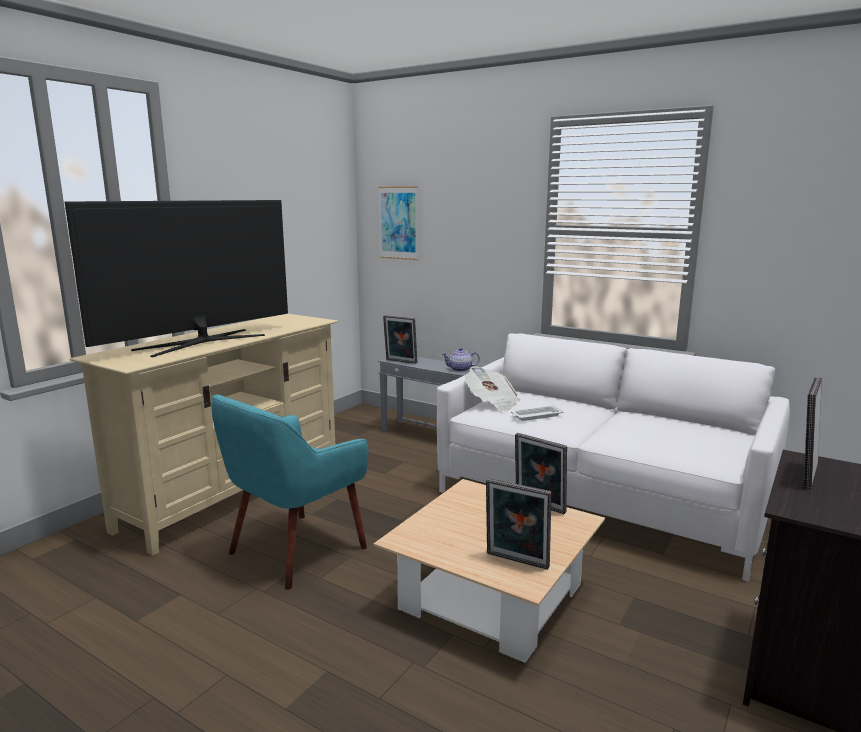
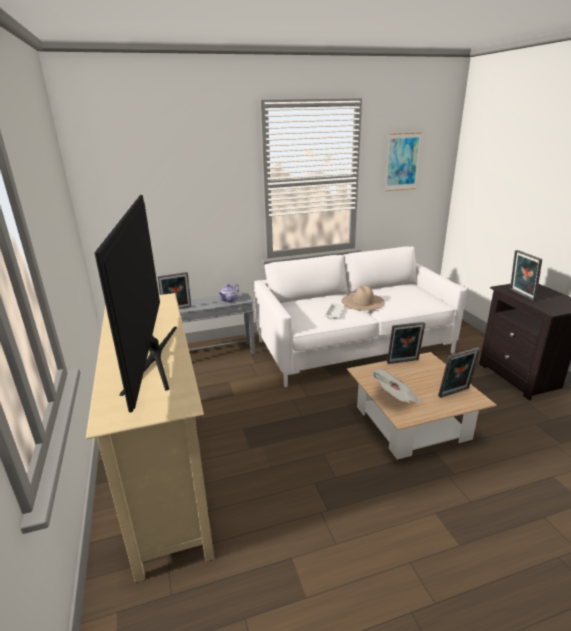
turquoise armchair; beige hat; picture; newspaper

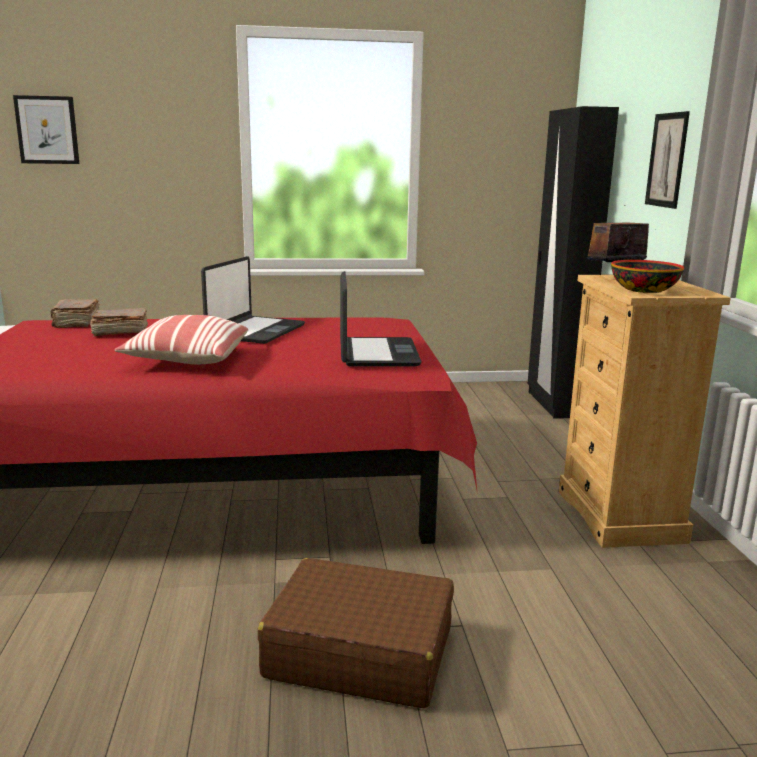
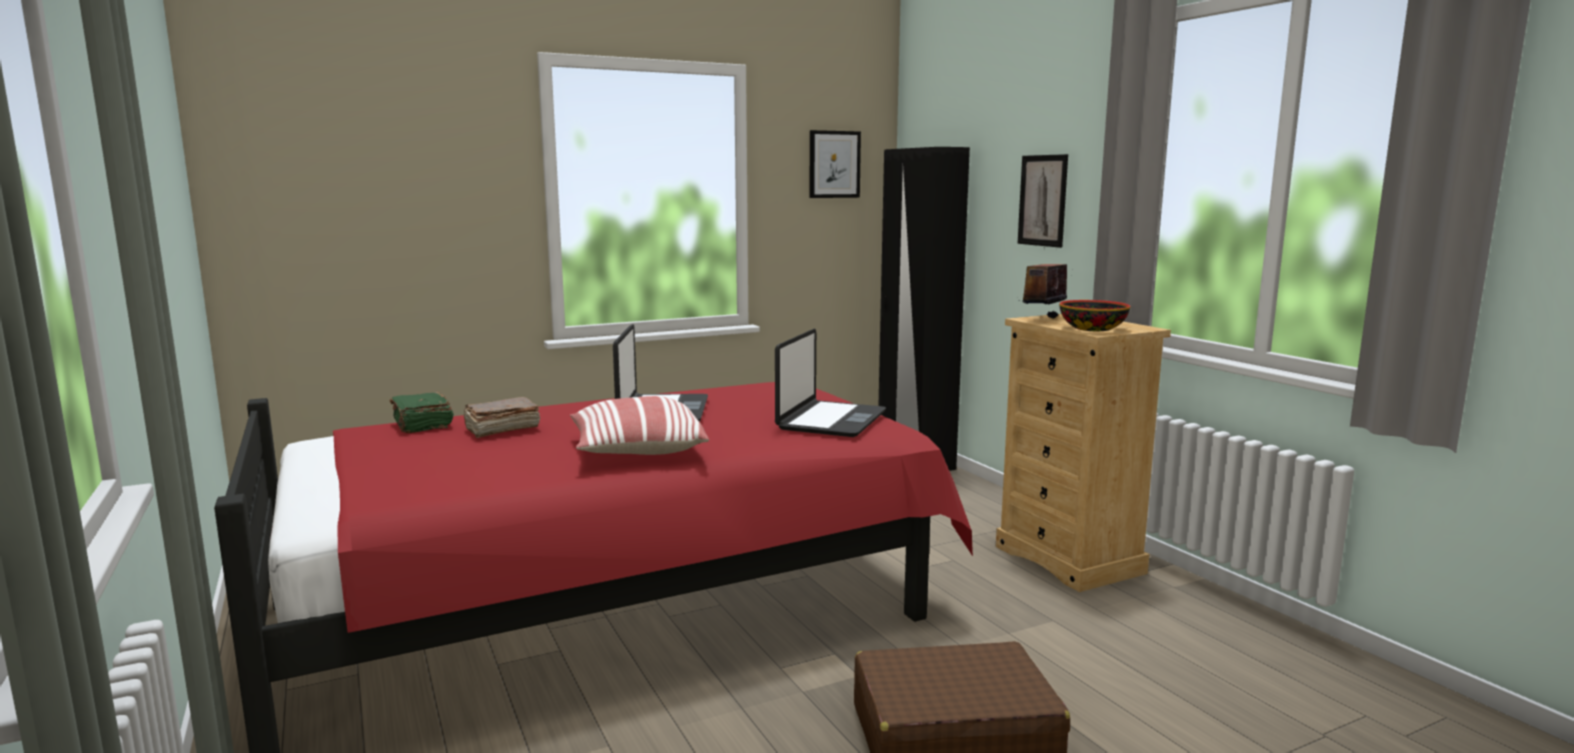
picture (1st from left); green book; laptop (2nd from left)

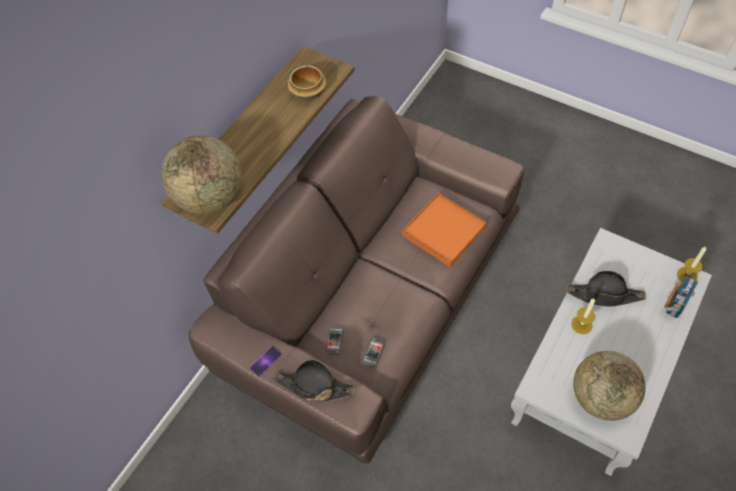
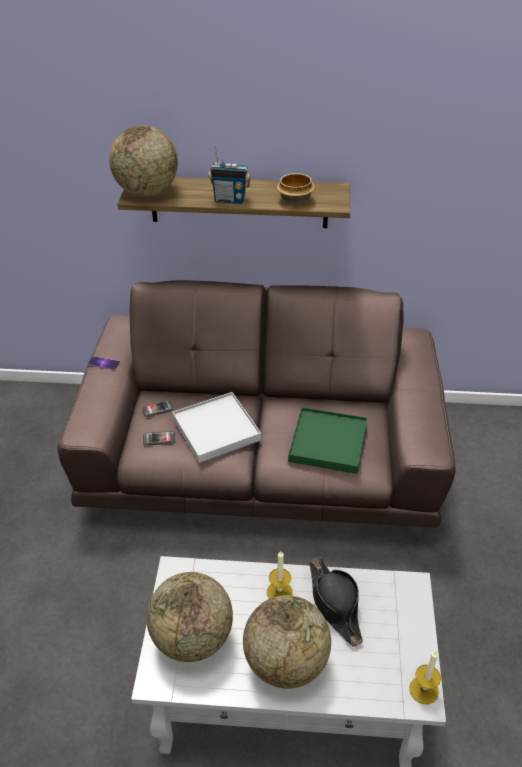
black hat (1st from left in the first image); white tray; globe (3rd from left); radio; green tray

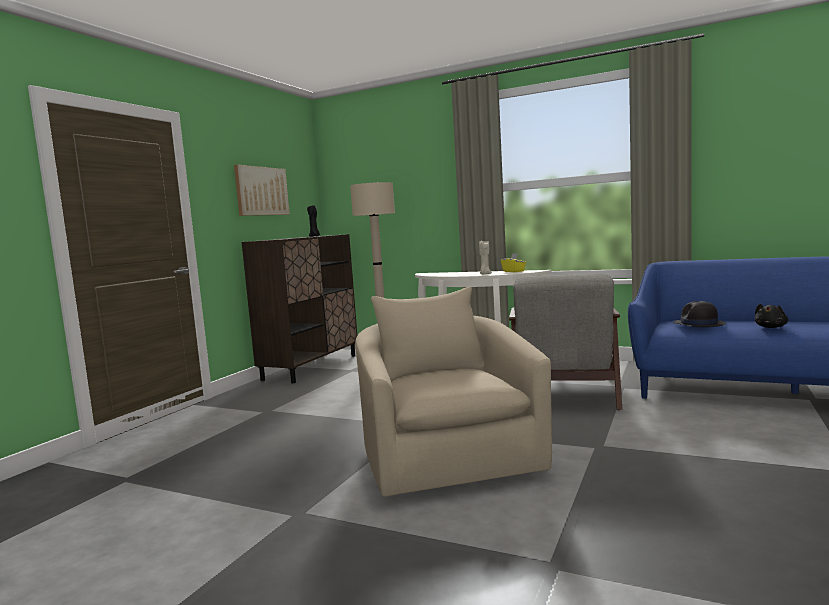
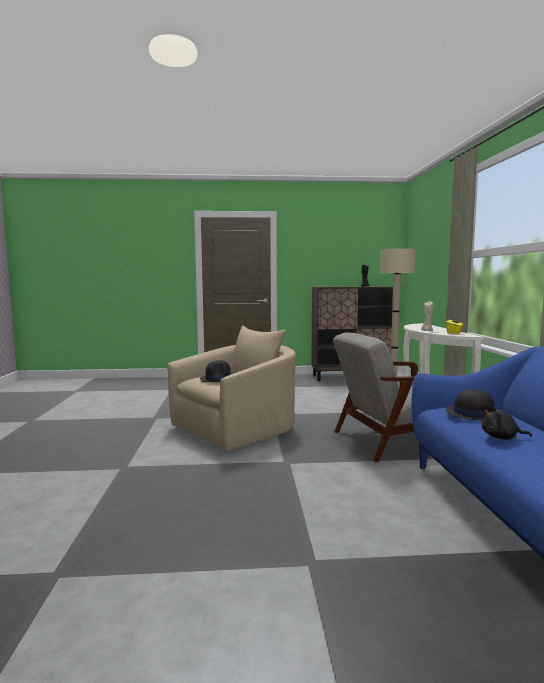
picture; black hat (1st from left)

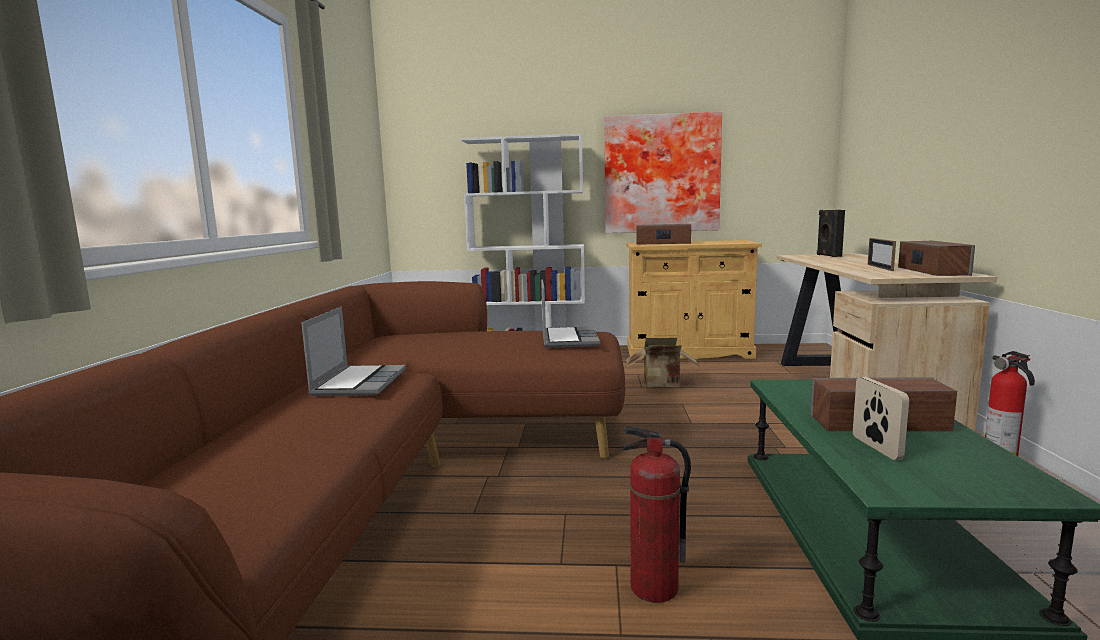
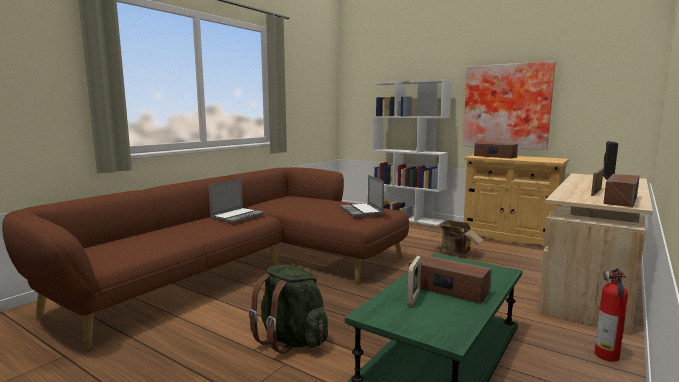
green backpack; laptop (2nd from left)

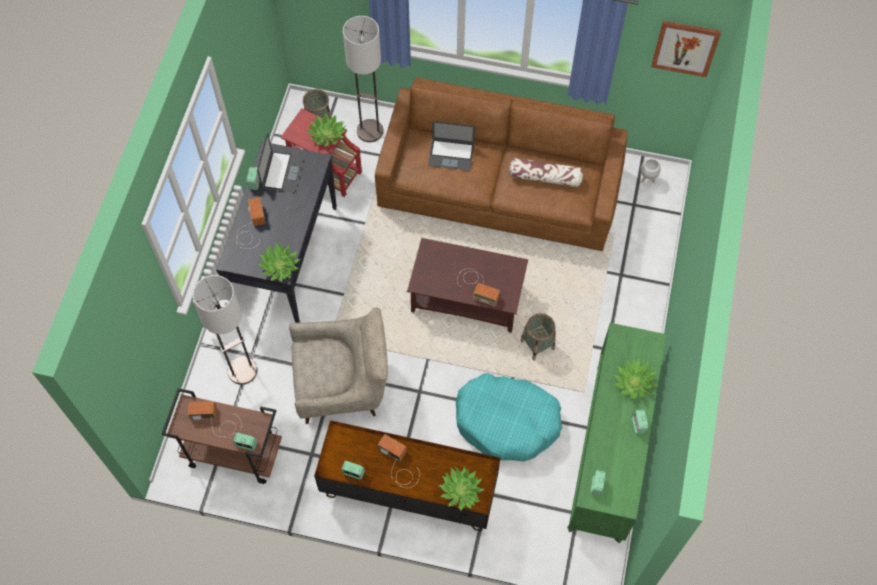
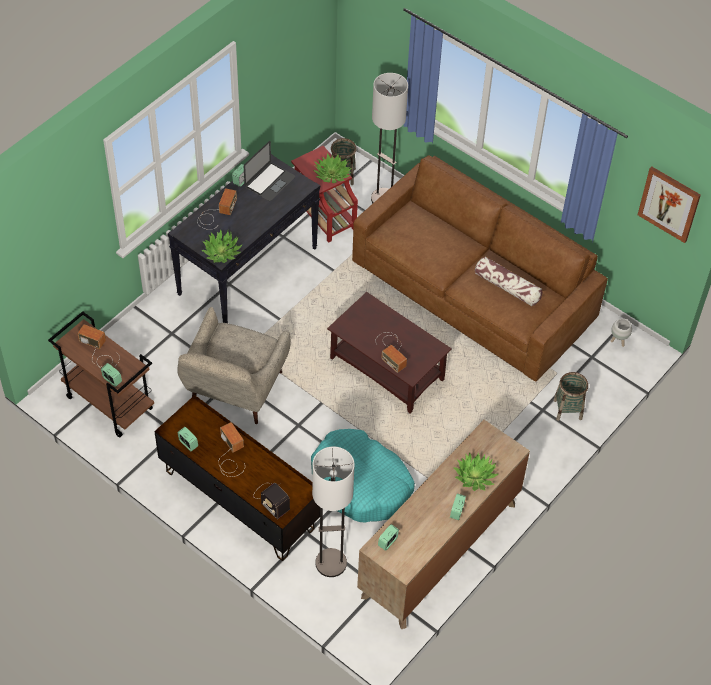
laptop (2nd from left in the first image); floor lamp (1st from left); basket (2nd from left); radio (4th from left); brown dresser; beige armchair

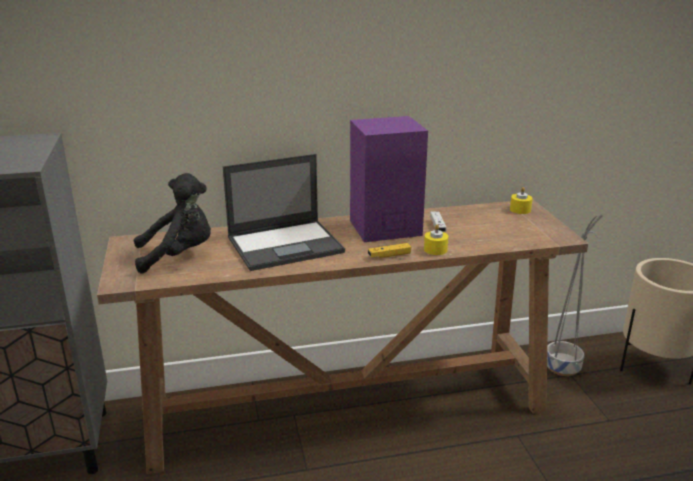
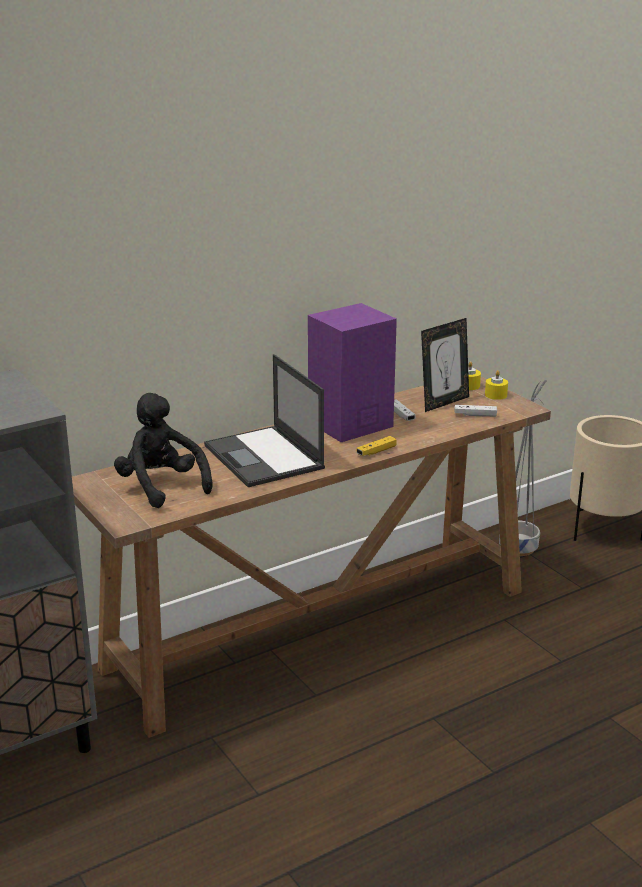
picture frame; white game controller (2nd from left); yellow candle (2nd from left); black plush toy; laptop

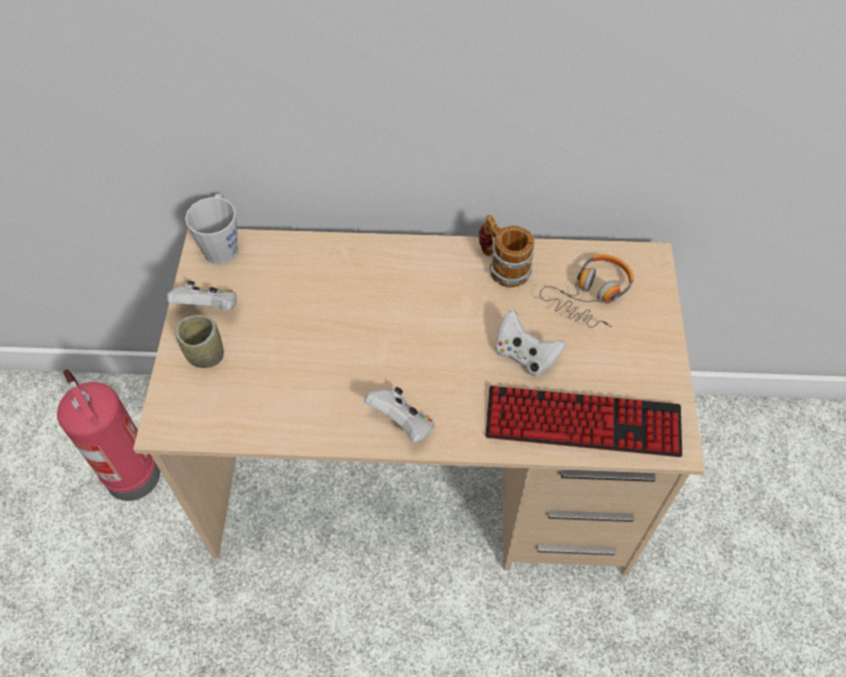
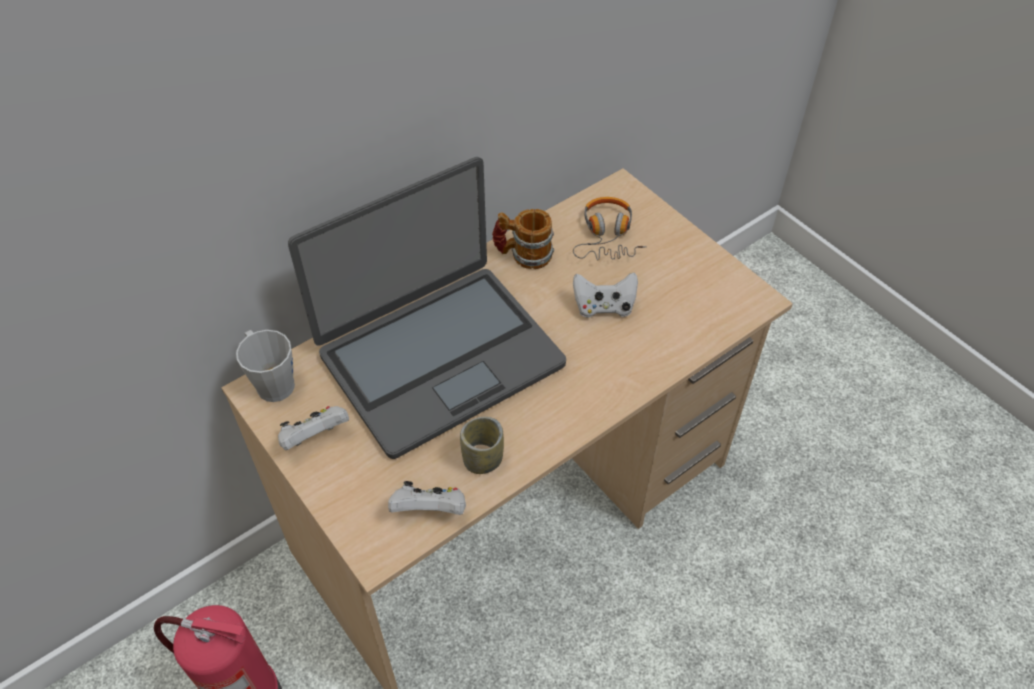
keyboard; laptop; cup; white game controller (2nd from left)

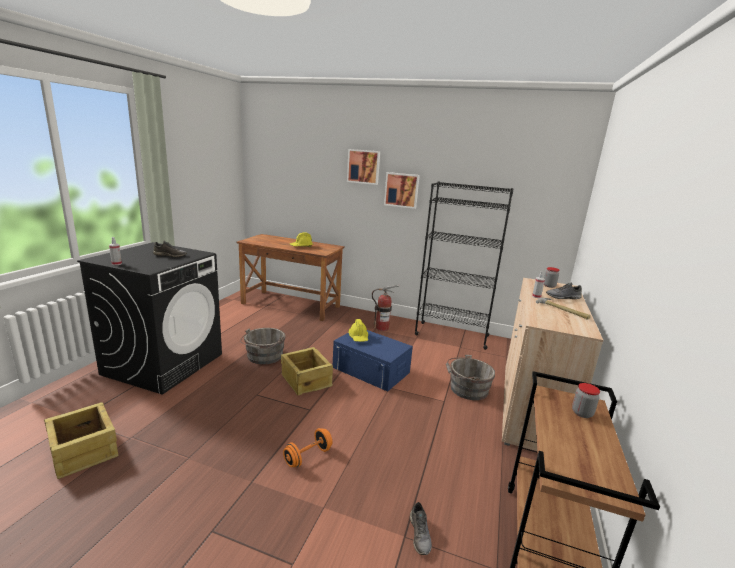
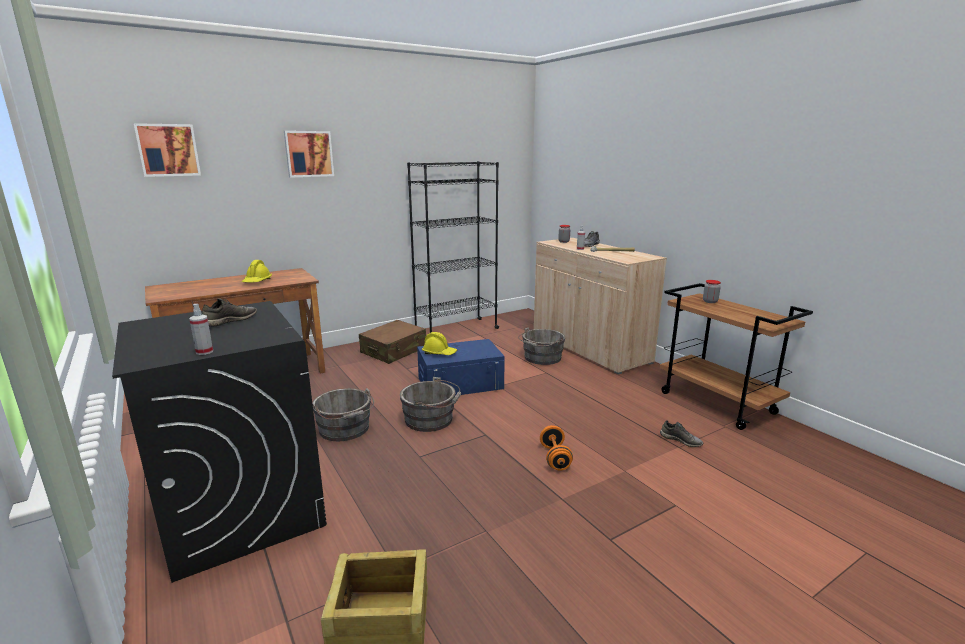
picture (1st from left); grey bucket (2nd from left); brown suitcase

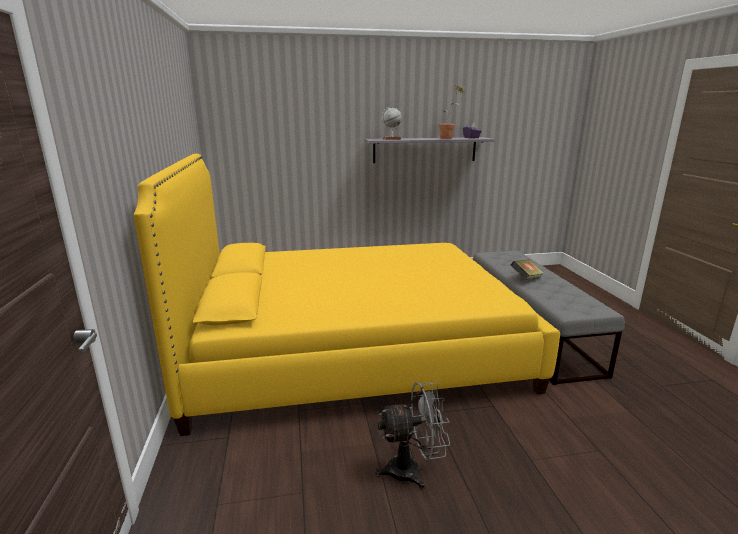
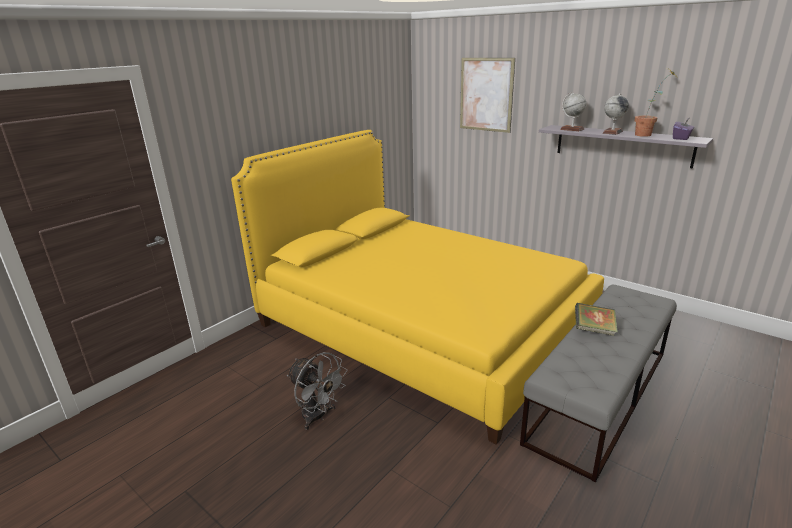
picture; globe (2nd from left)

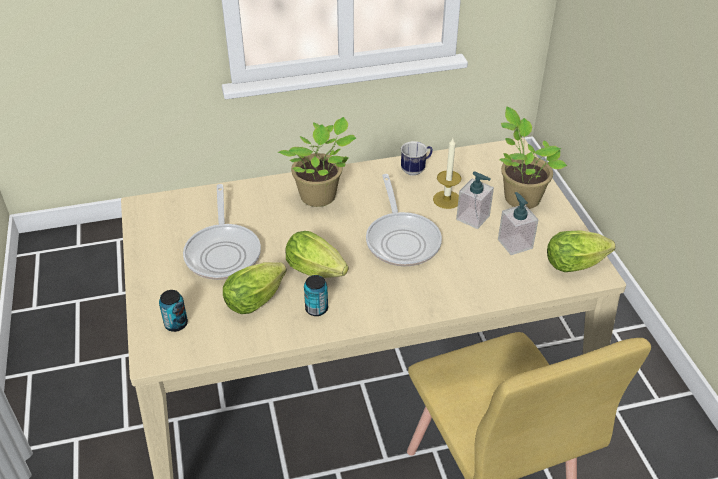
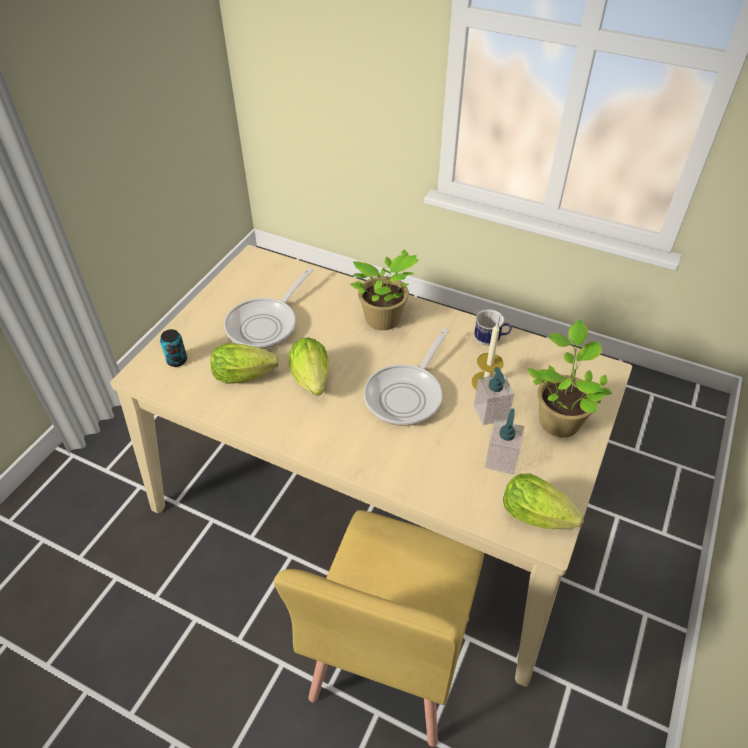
can (2nd from left in the first image)

